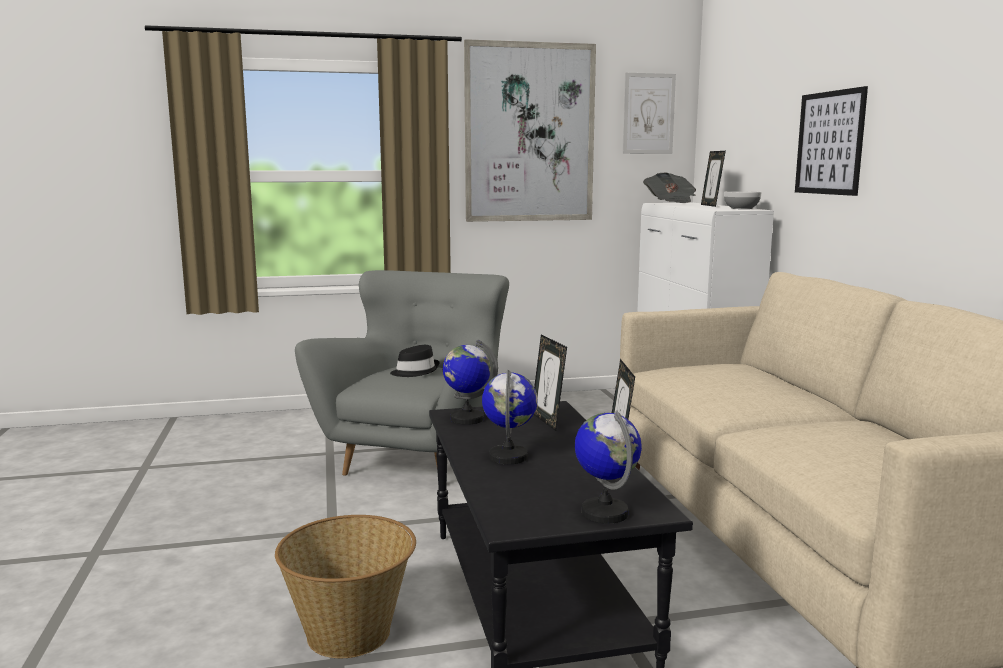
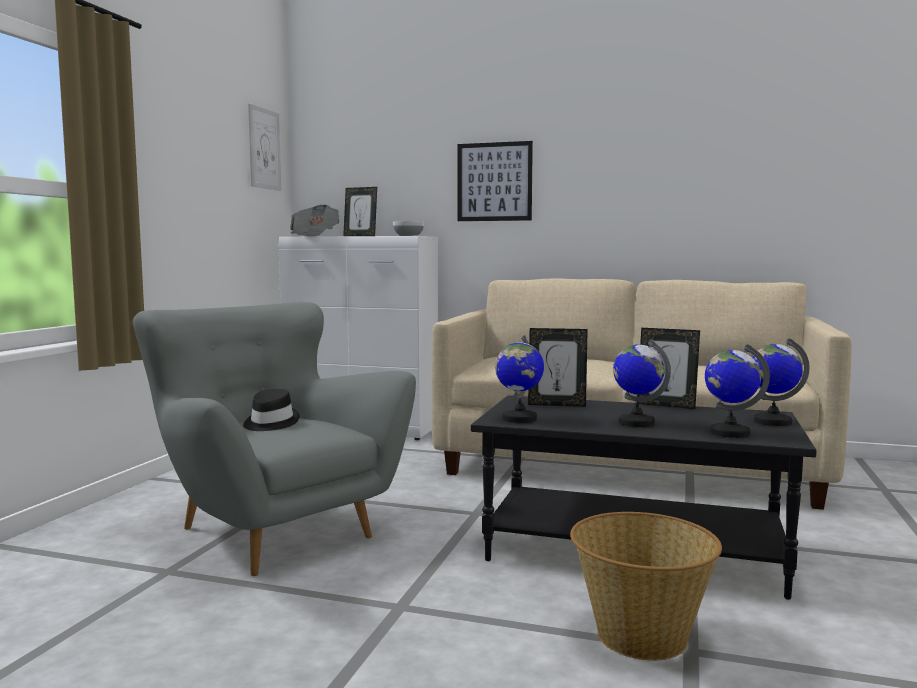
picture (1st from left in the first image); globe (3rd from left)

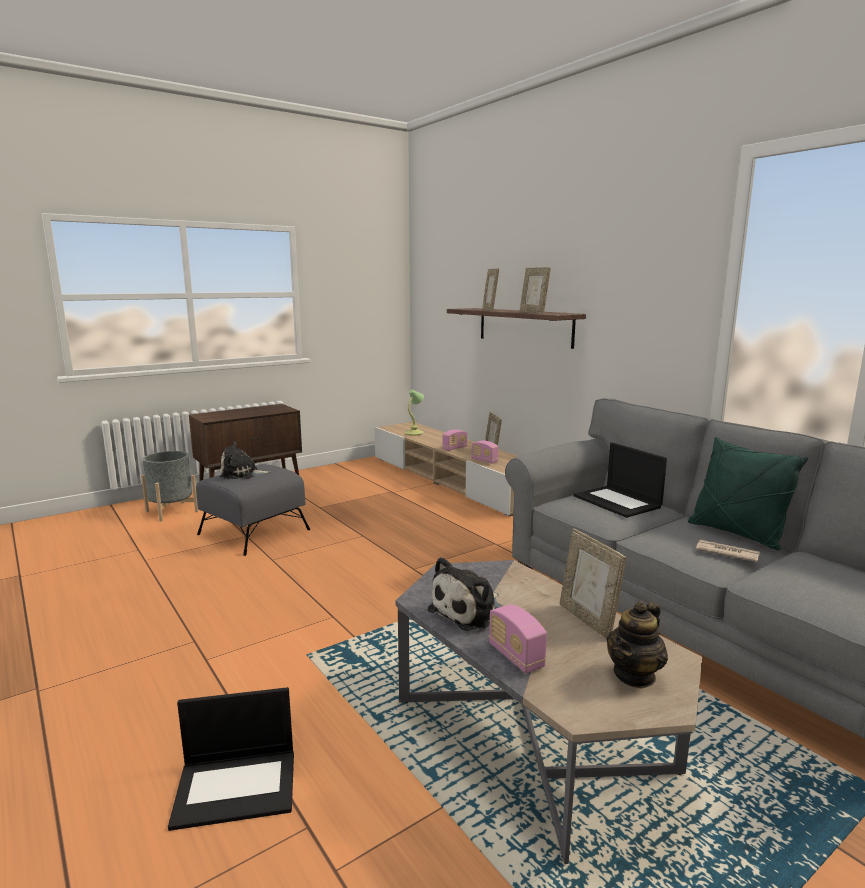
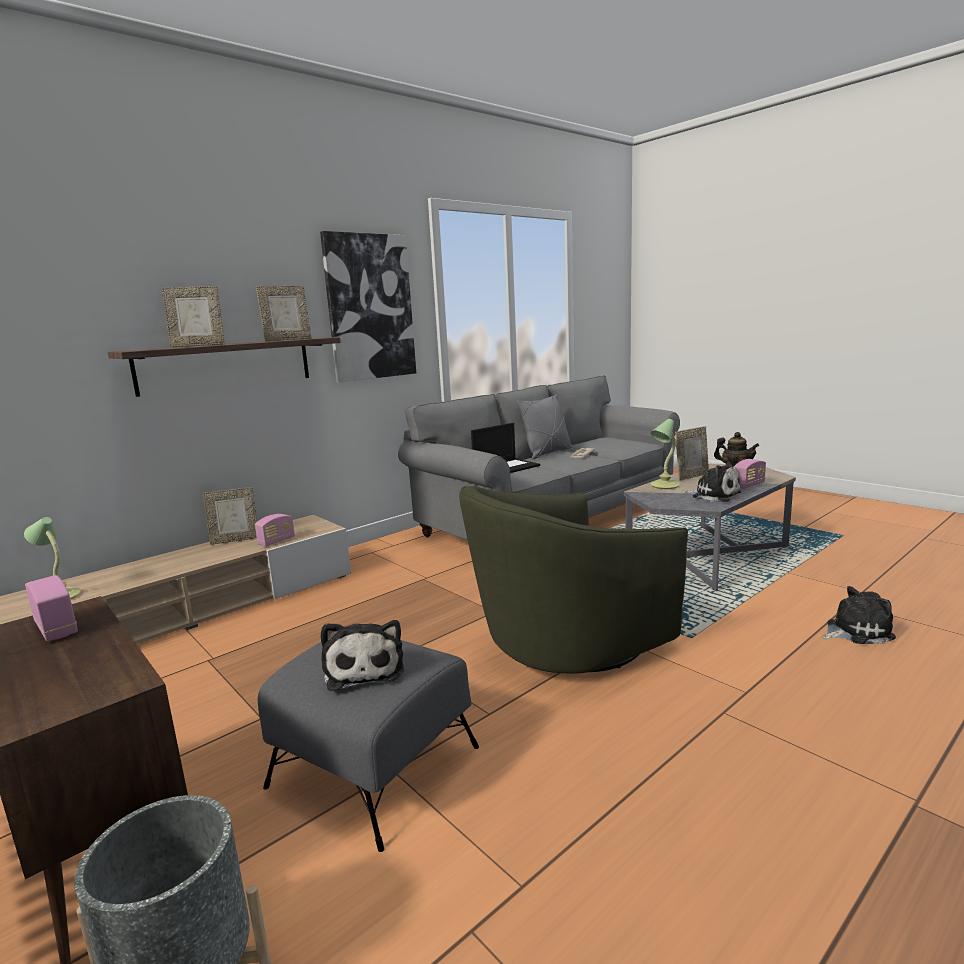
picture; green armchair; table lamp (2nd from left); radio (1st from left); plush toy (3rd from left); grey pillow

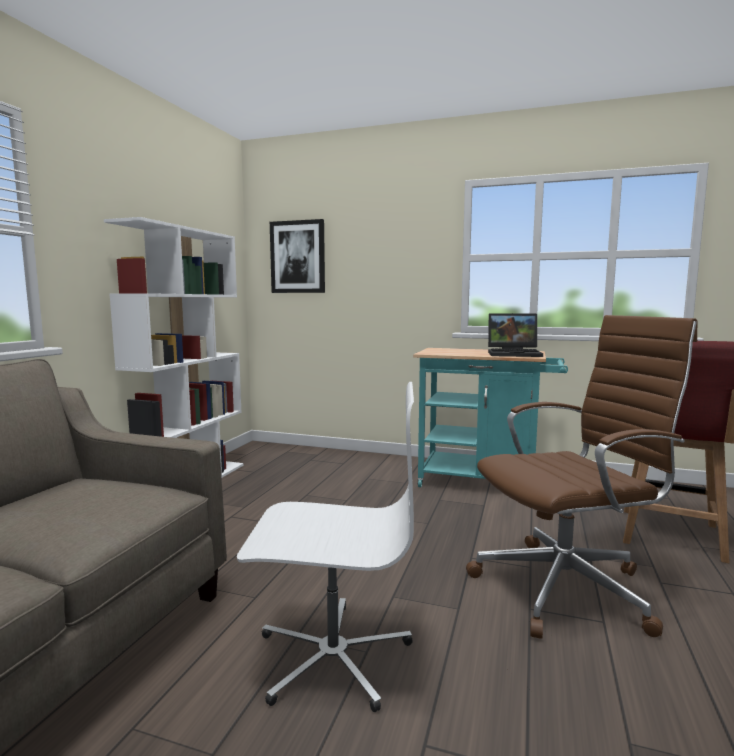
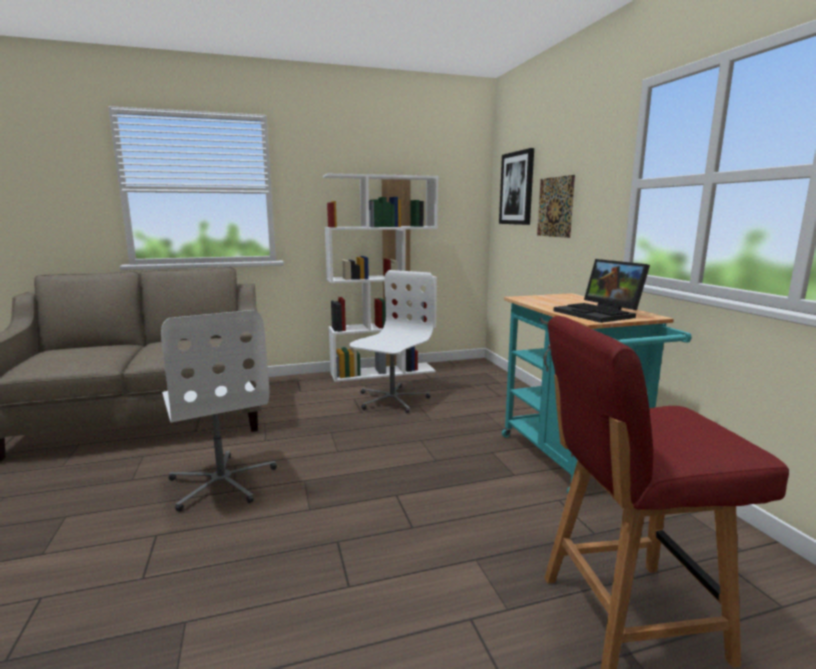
brown office chair; white office chair (2nd from left); picture (2nd from left)

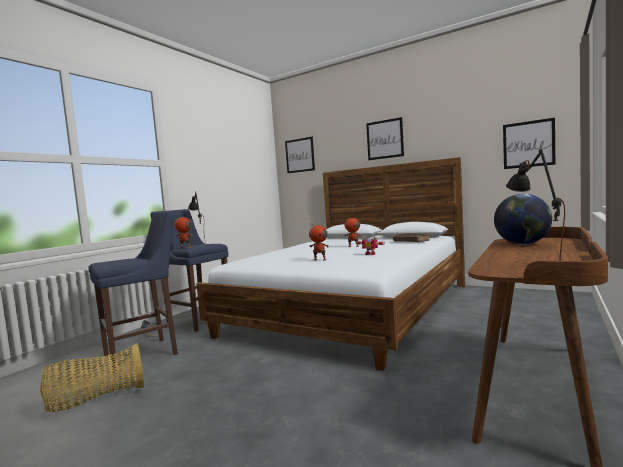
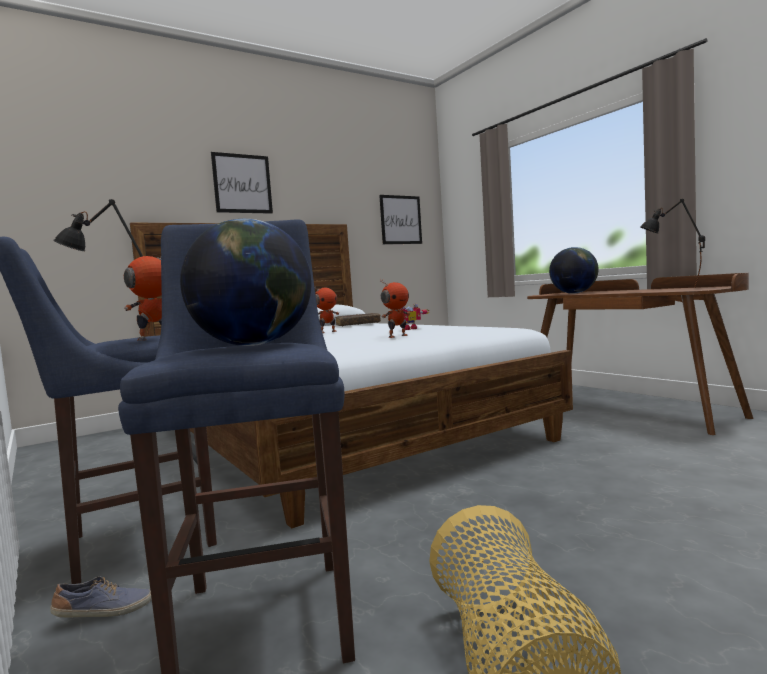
picture (1st from left in the first image); globe (1st from left)

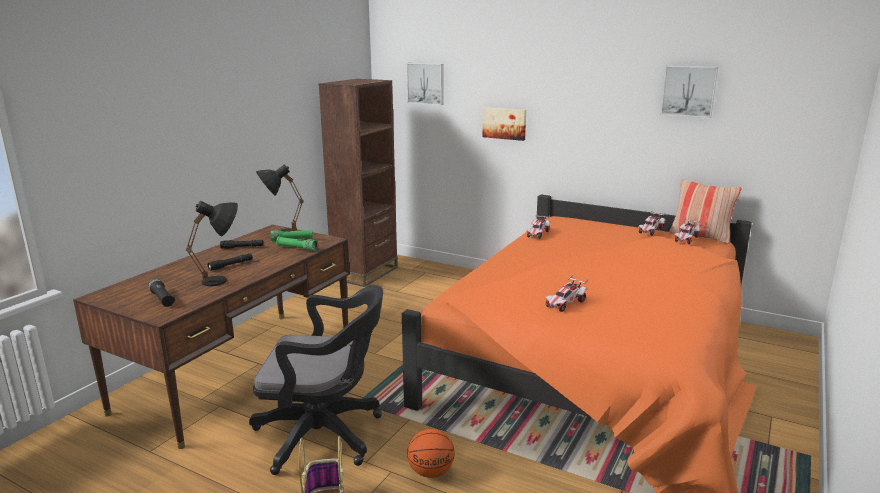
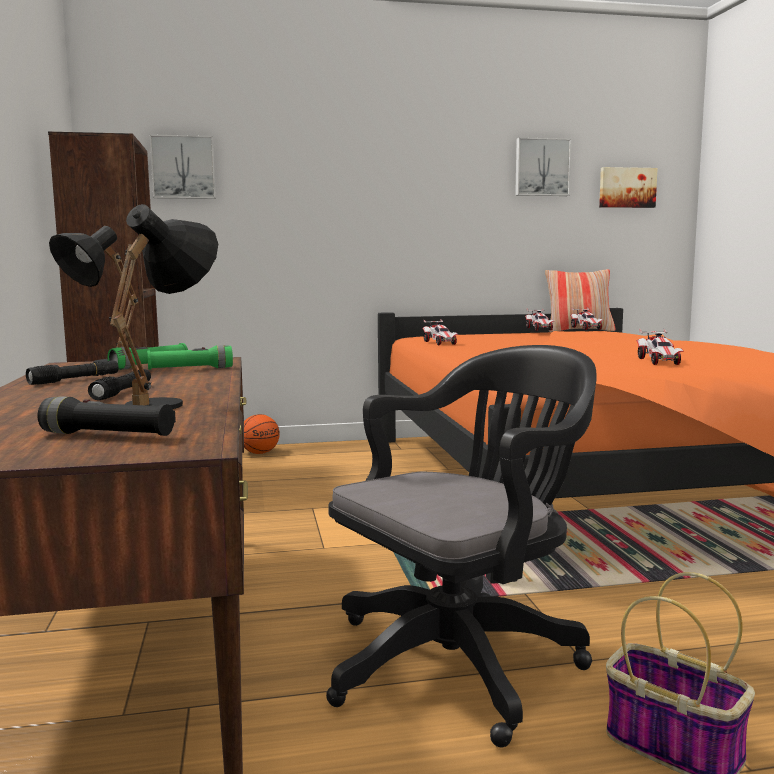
basketball; picture (3rd from left)

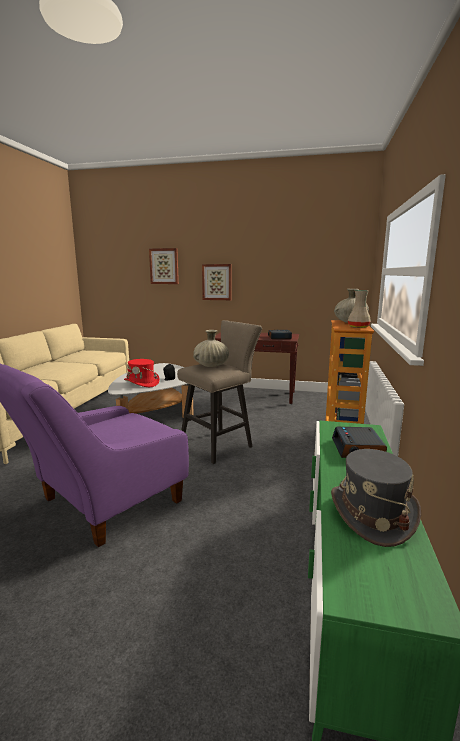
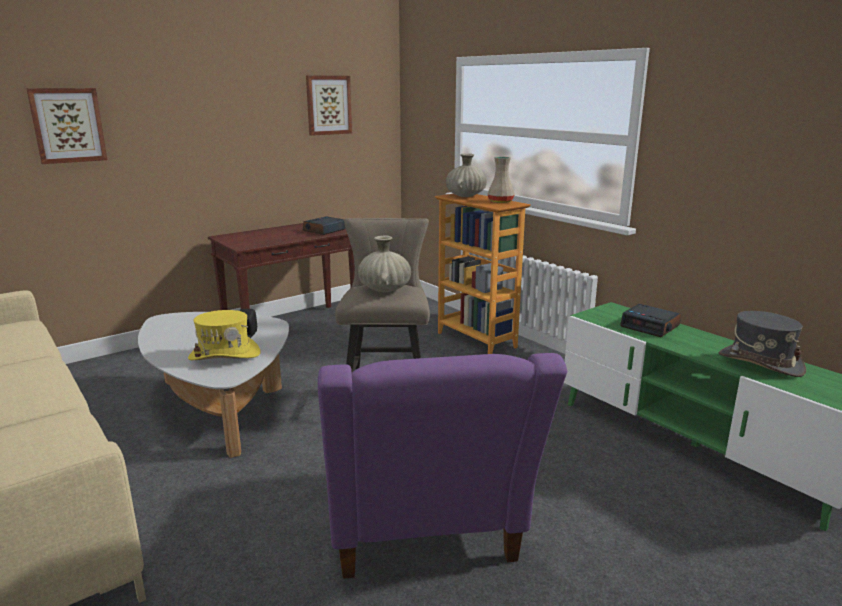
picture (2nd from left); yellow hat

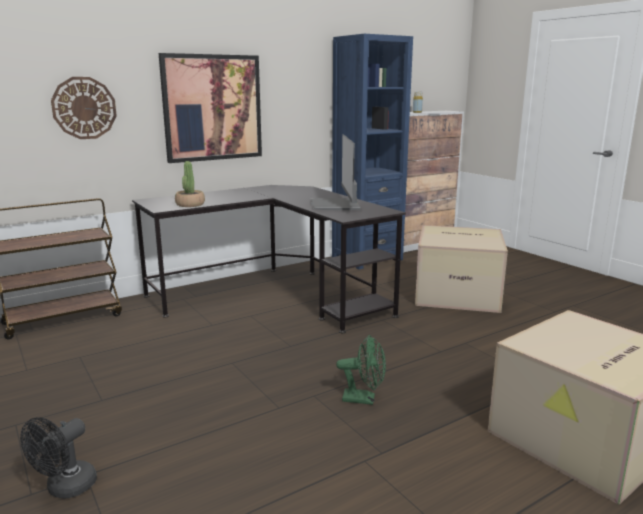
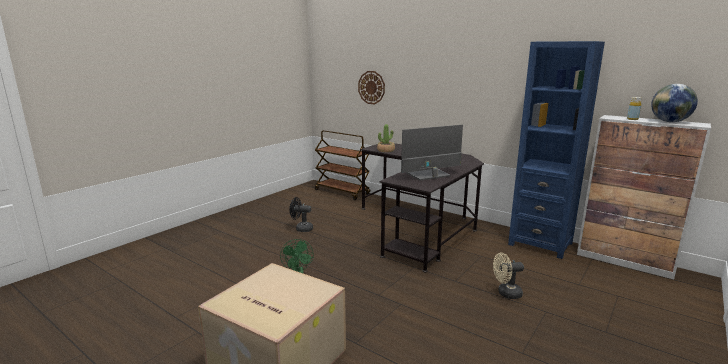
picture; globe; black fan; beige fan

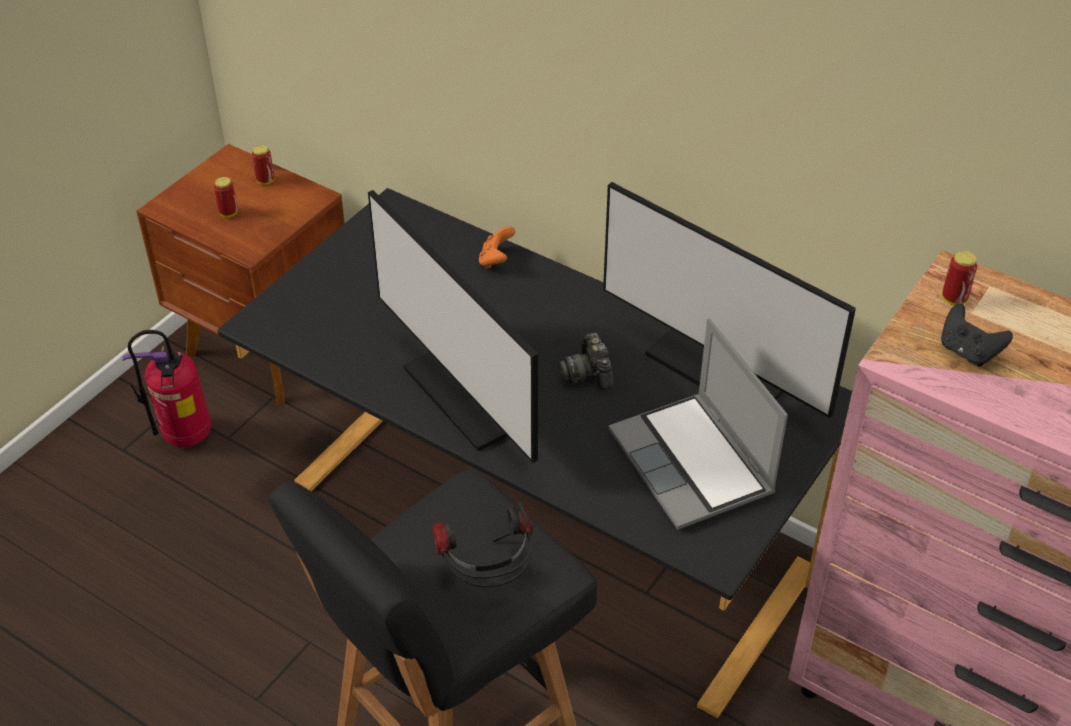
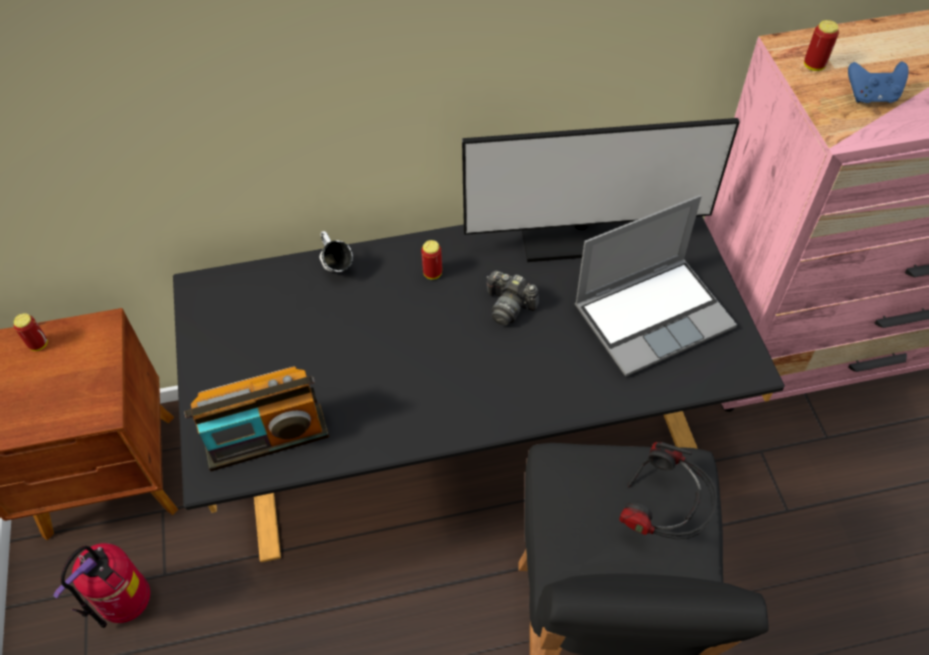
monitor (1st from left in the first image); radio; can (2nd from left); white mug; blue game controller; laptop

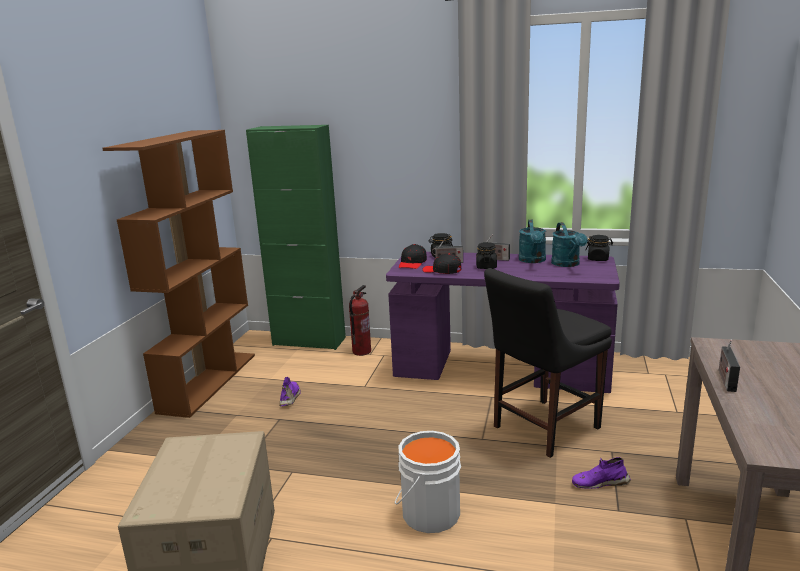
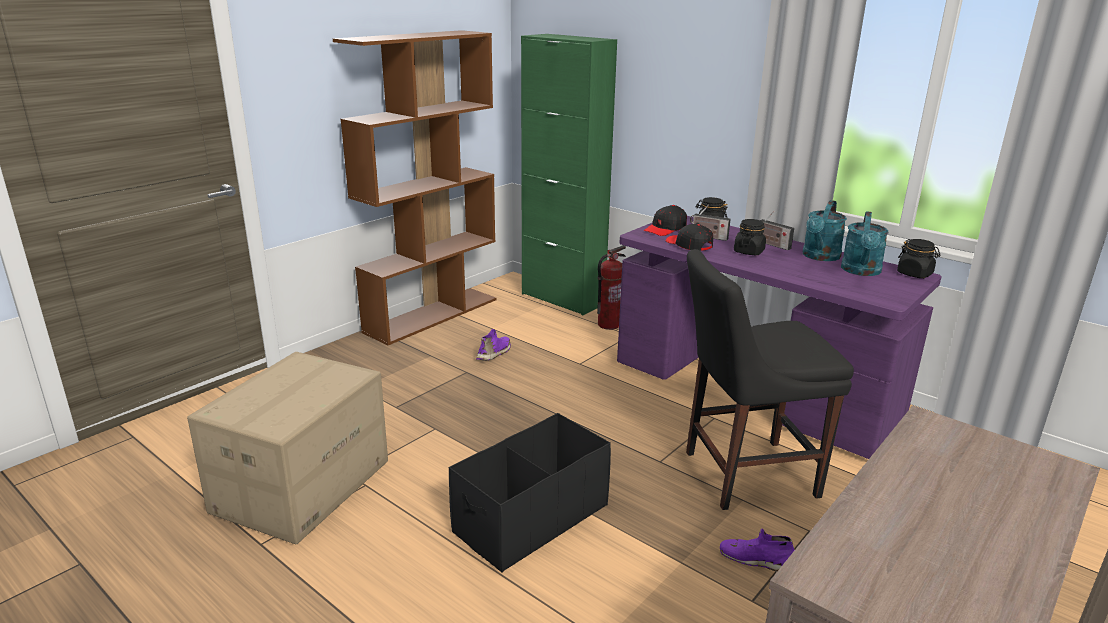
radio (3rd from left in the first image); black storage box

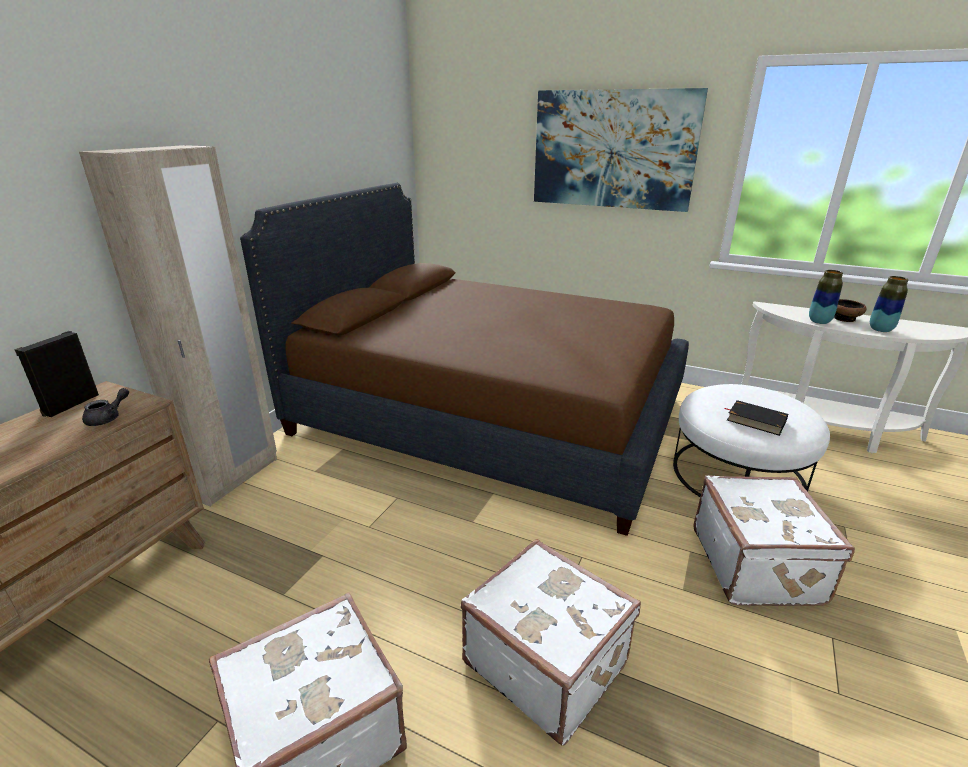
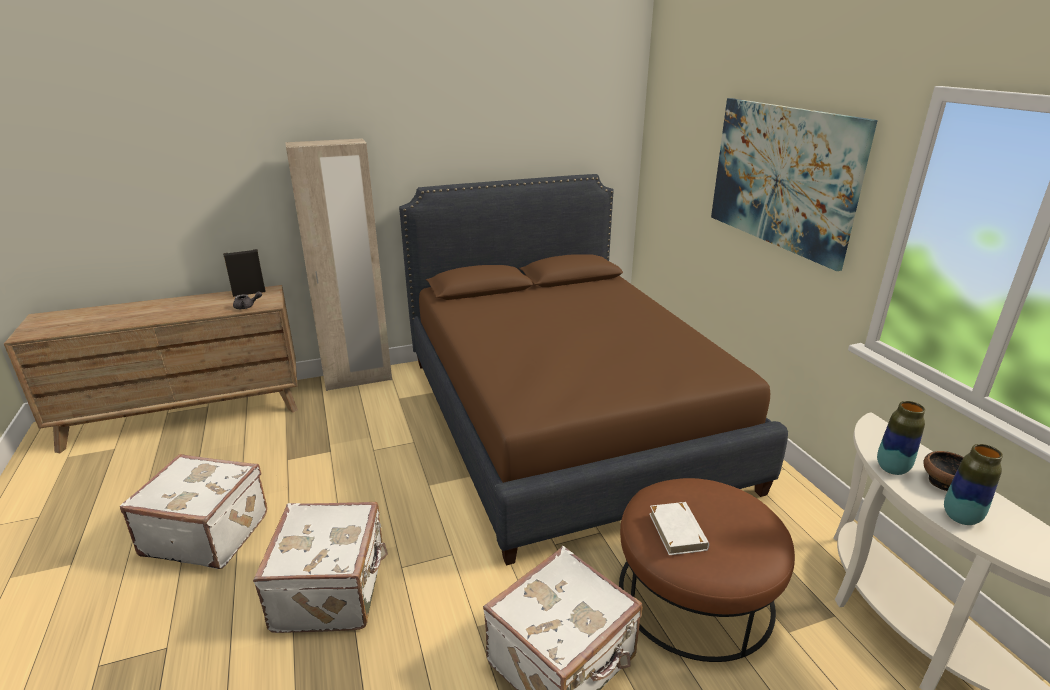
brown ottoman; white book

